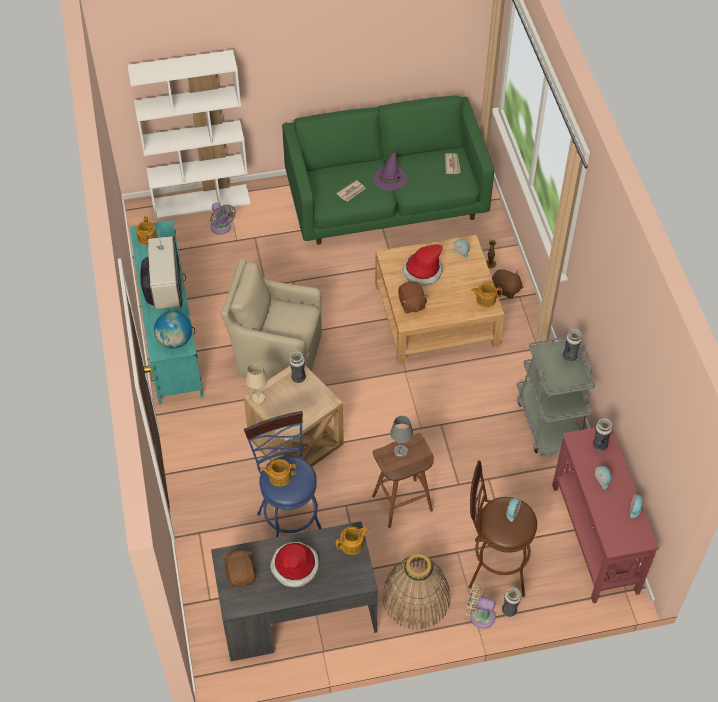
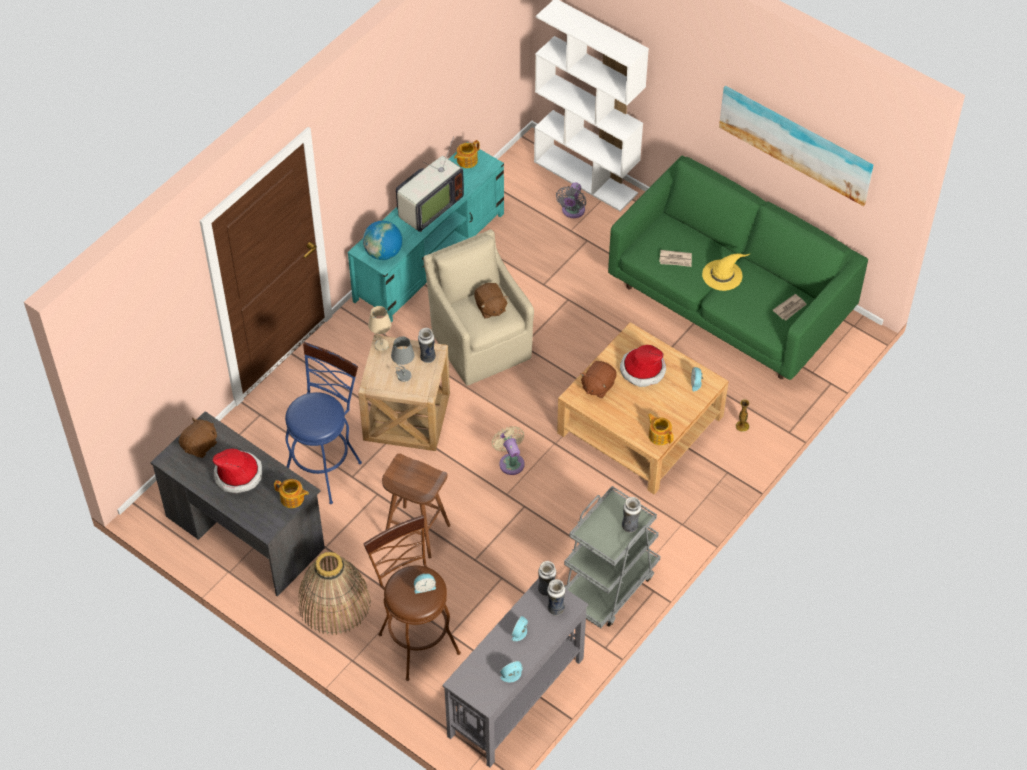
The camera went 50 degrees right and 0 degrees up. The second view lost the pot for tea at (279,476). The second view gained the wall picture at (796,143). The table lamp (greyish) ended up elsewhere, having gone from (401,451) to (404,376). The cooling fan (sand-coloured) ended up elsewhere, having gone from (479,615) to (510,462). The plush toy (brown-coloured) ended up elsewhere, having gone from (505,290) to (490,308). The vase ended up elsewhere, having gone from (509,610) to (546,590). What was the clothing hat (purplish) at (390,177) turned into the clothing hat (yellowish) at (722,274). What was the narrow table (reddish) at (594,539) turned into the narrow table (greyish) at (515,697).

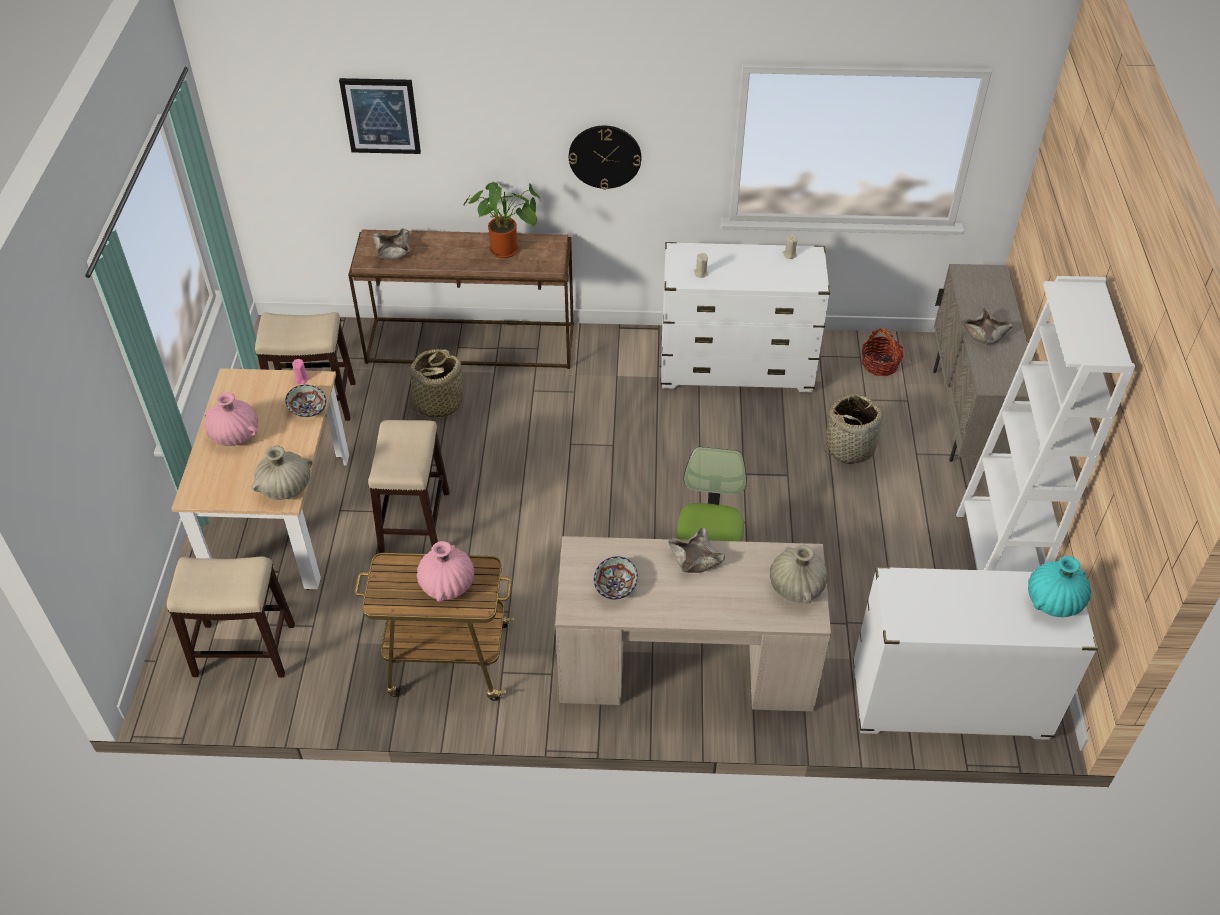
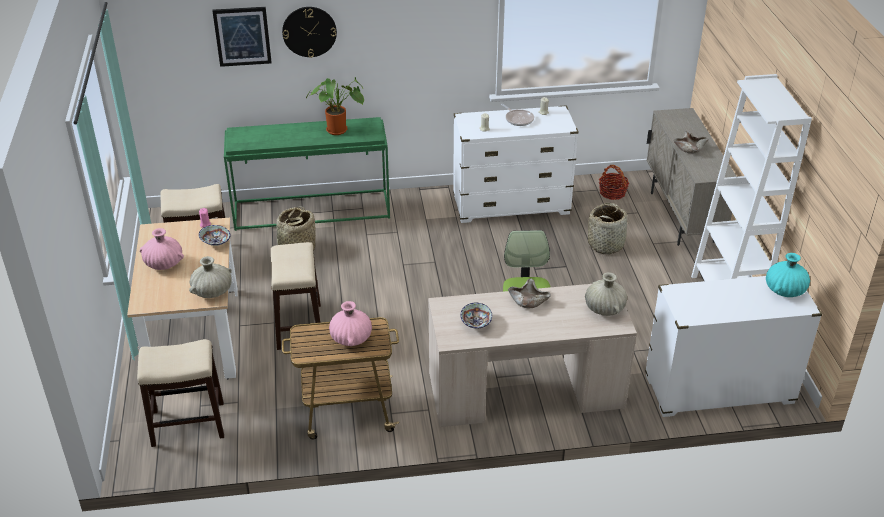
The camera went 10 degrees left and 10 degrees down. The second view lost the bowl (sand-coloured) at (394,251). The second view gained the pan at (518,119). The hanging clock ended up elsewhere, having gone from (605,156) to (309,31). What was the narrow table (brown-coloured) at (472,343) turned into the narrow table (green) at (312,209).

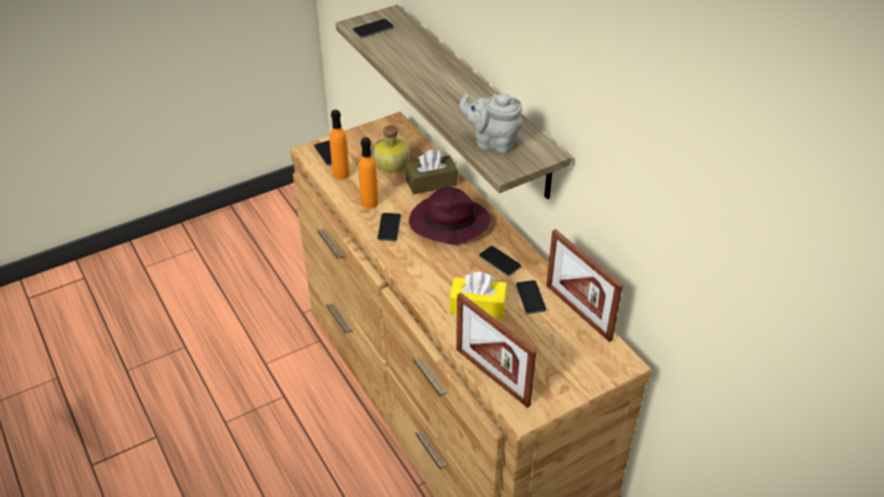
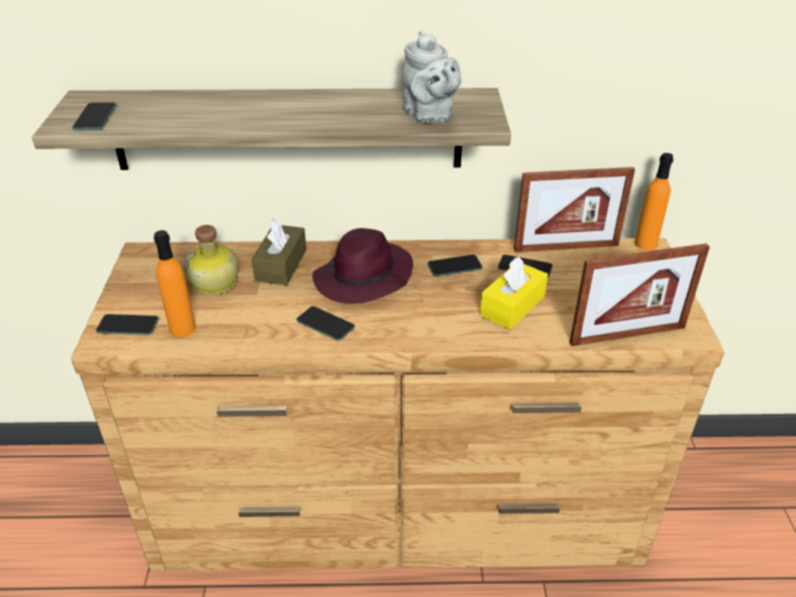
The camera went 60 degrees left and 5 degrees down. The drink bottle (orangey) ended up elsewhere, having gone from (369,202) to (645,244). The pot for tea (greyish) at (492,142) ended up facing another way, 75 degrees counterclockwise from before.

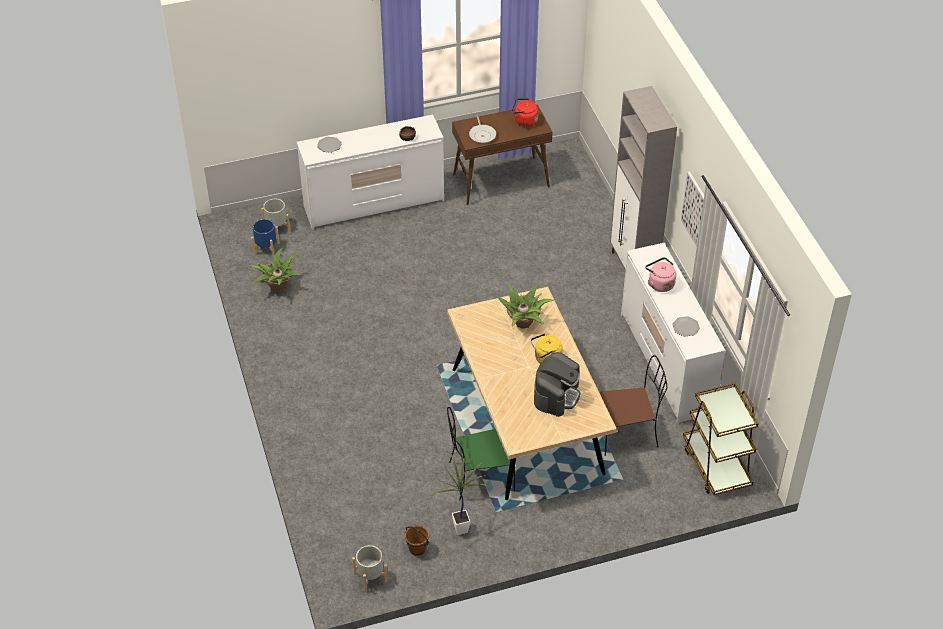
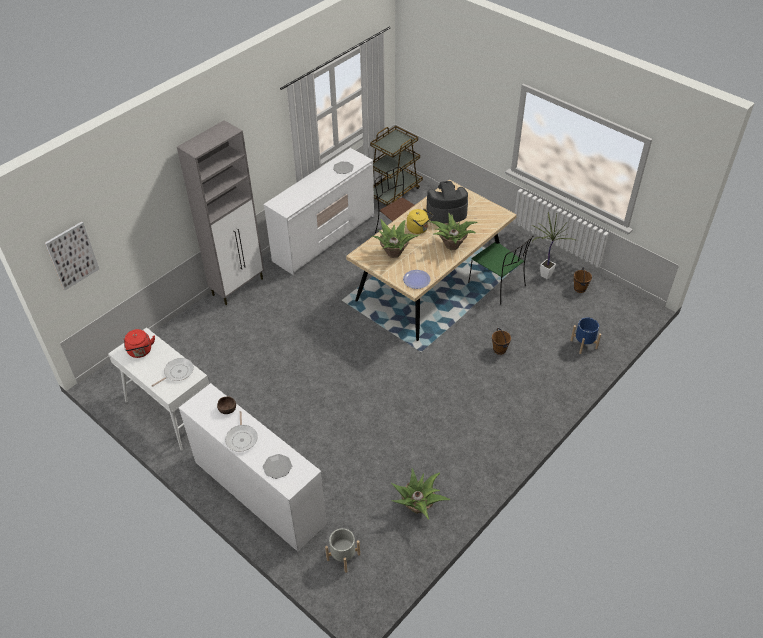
The camera went 120 degrees left and 0 degrees up. The second view lost the planter (greyish) at (371,577). The second view lost the tea kettle (pink-coloured) at (659,283). The second view gained the pan at (242,438). The second view gained the dinner plate at (416,280). The second view gained the potted plant at (451,245). The second view gained the bucket (brown-coloured) at (500,350). The planter (blue-coloured) ended up elsewhere, having gone from (266,248) to (583,344). The wall picture ended up elsewhere, having gone from (694,210) to (72,255). What was the narrow table (brown-coloured) at (501,180) turned into the narrow table (white) at (171,411).

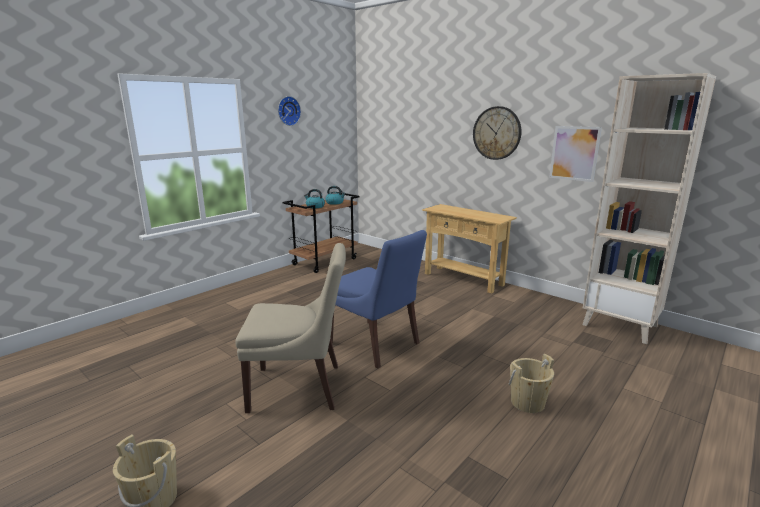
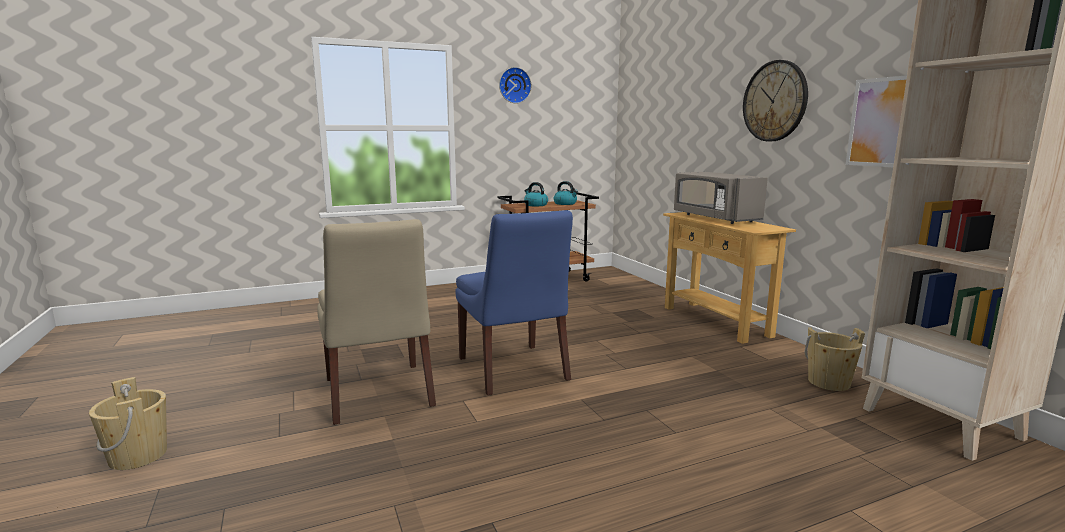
The camera went 25 degrees right and 5 degrees down. The second view gained the kitchen microwave (greyish) at (714,218). The bucket (sand-coloured) ended up elsewhere, having gone from (527,402) to (829,382). The chair (sand-coloured) at (299,388) ended up facing another way, 45 degrees clockwise from before.

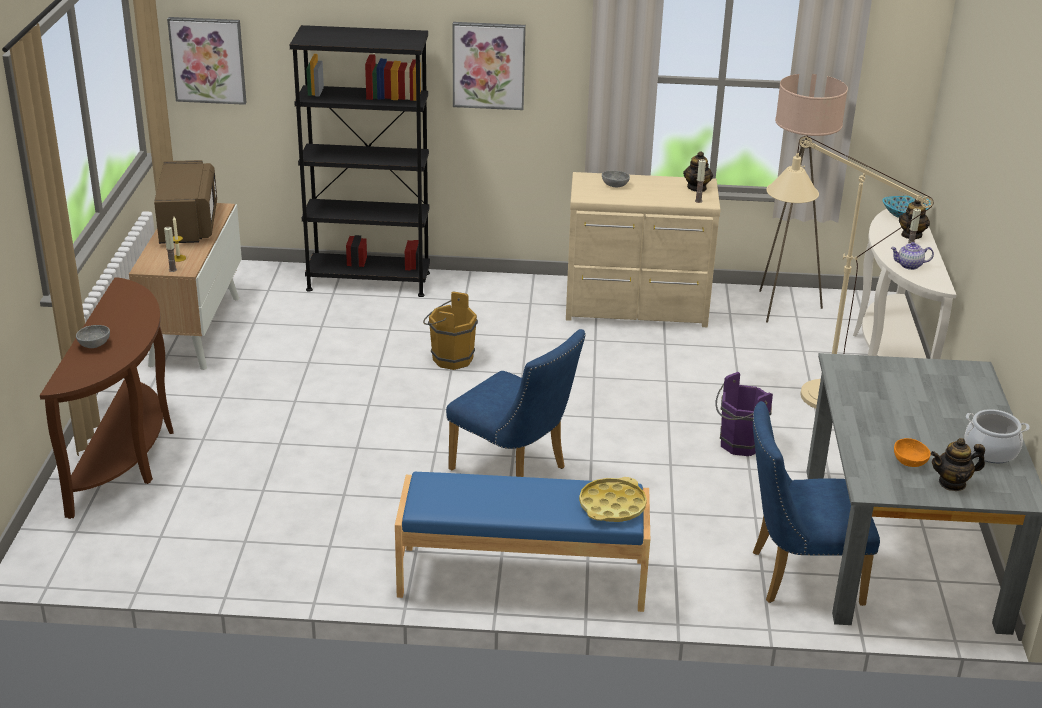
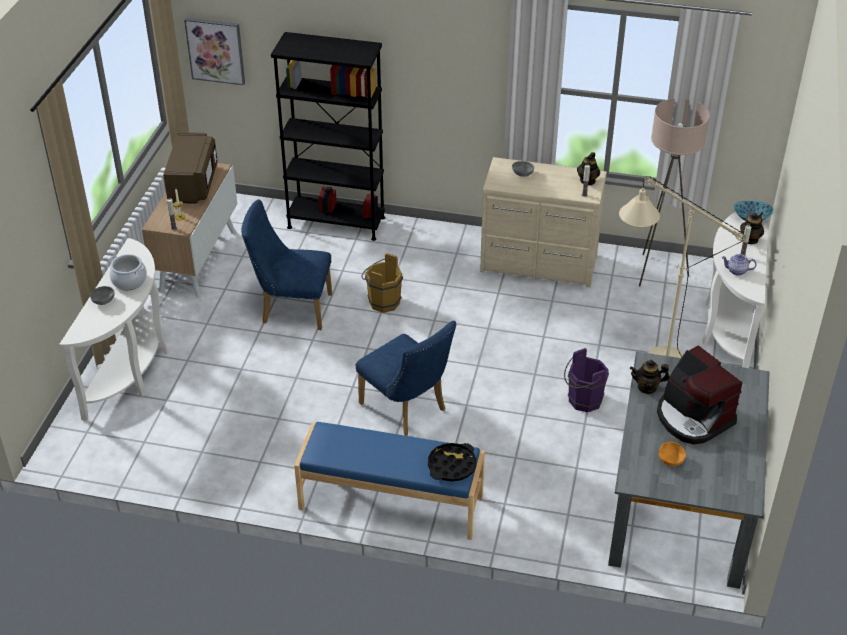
The camera went 10 degrees right and 10 degrees up. The second view lost the wall picture at (488,65). The second view gained the coffee maker at (693,418). The chair (blue-coloured) ended up elsewhere, having gone from (797,576) to (291,309). The pot for tea ended up elsewhere, having gone from (952,483) to (647,387). The stockpot ended up elsewhere, having gone from (990,451) to (129,281). What was the narrow table (brown-coloured) at (128,455) turned into the narrow table (white) at (132,370). What was the carrying tray (yellowish) at (612,506) turned into the carrying tray (black) at (451,466).

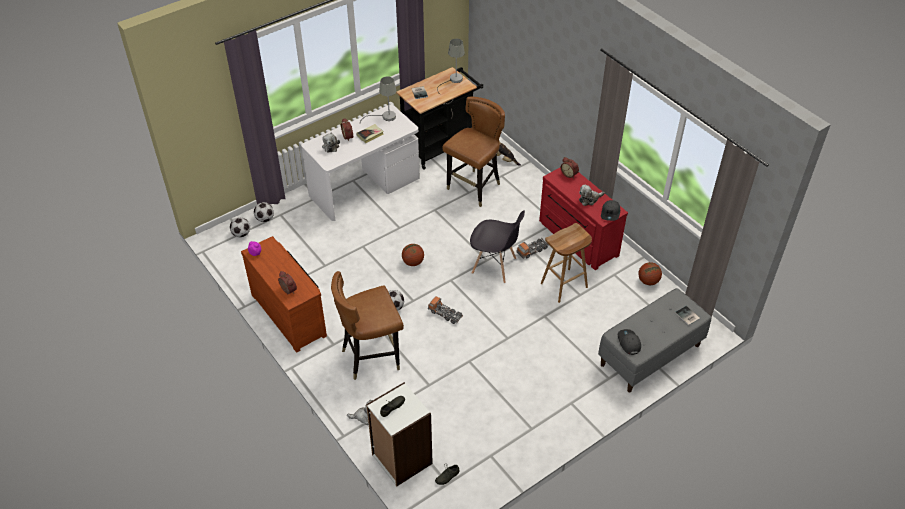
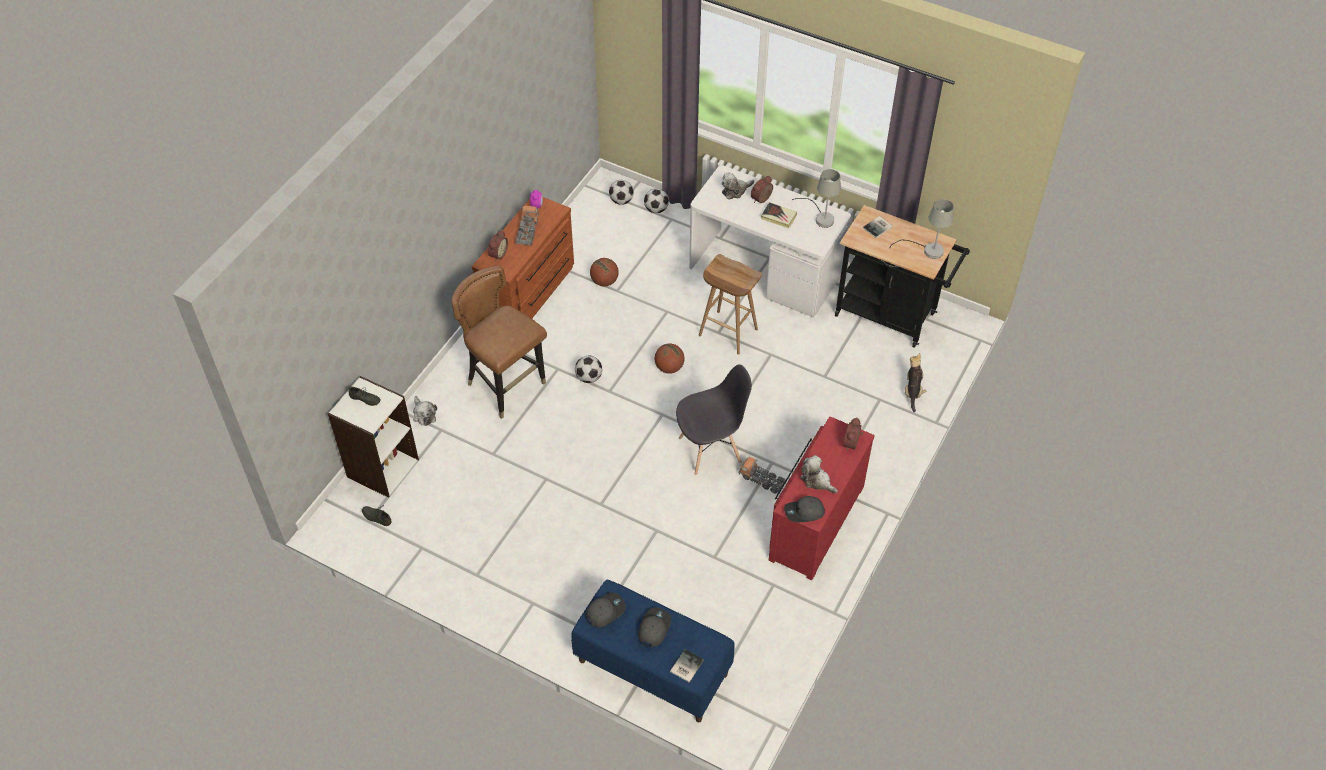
The camera went 65 degrees right and 5 degrees up. The second view lost the chair (brown-coloured) at (474,188). The second view gained the peaked cap (greyish) at (653,628). The model truck ended up elsewhere, having gone from (445,314) to (527,231). The sitting stool (brown-coloured) ended up elsewhere, having gone from (564,286) to (727,332). The ball for basketball ended up elsewhere, having gone from (648,281) to (604,281). What was the bench (greyish) at (650,355) turned into the bench (blue-coloured) at (652,668). The chair (greyish) at (494,266) ended up facing another way, 105 degrees counterclockwise from before.

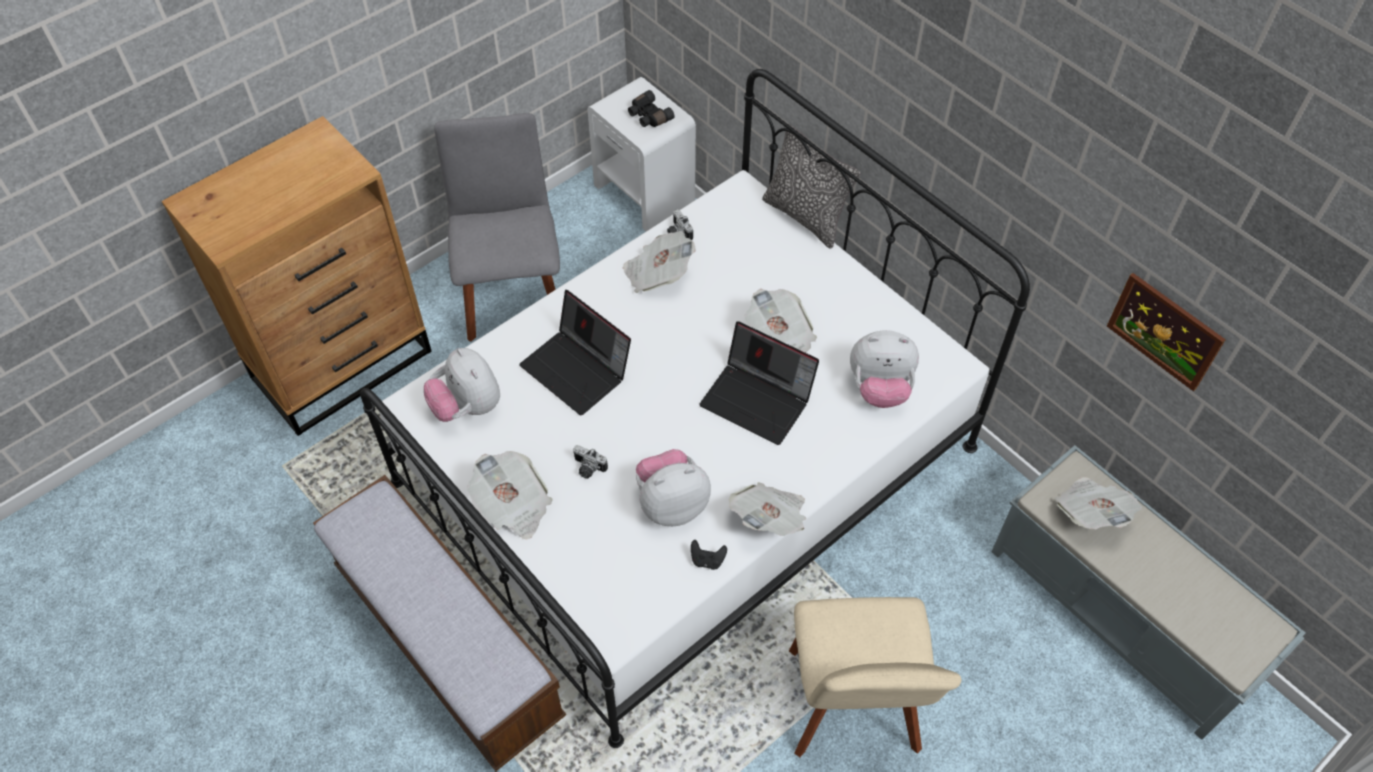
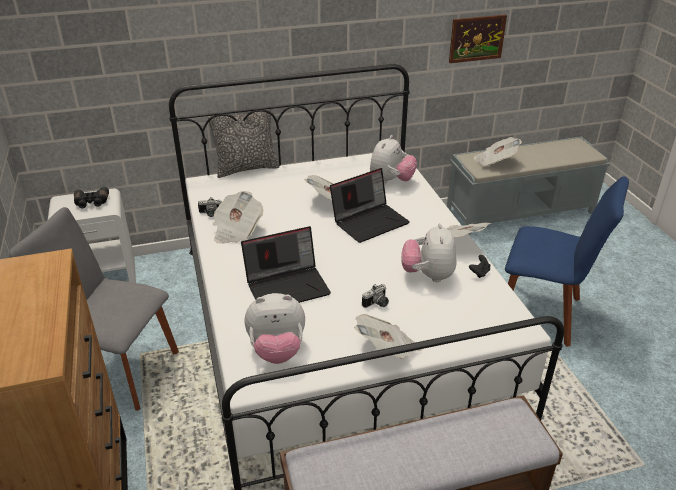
The camera went 65 degrees left and 20 degrees down. What was the chair (sand-coloured) at (853,707) turned into the chair (blue-coloured) at (544,313).

